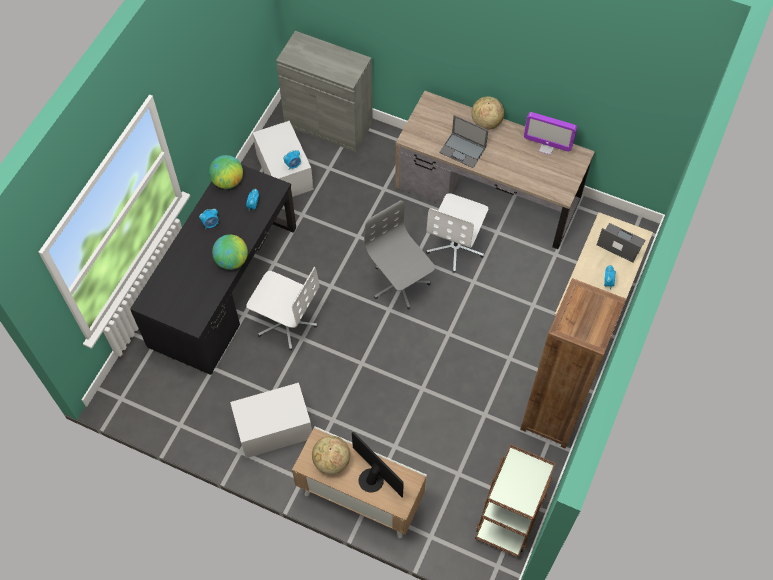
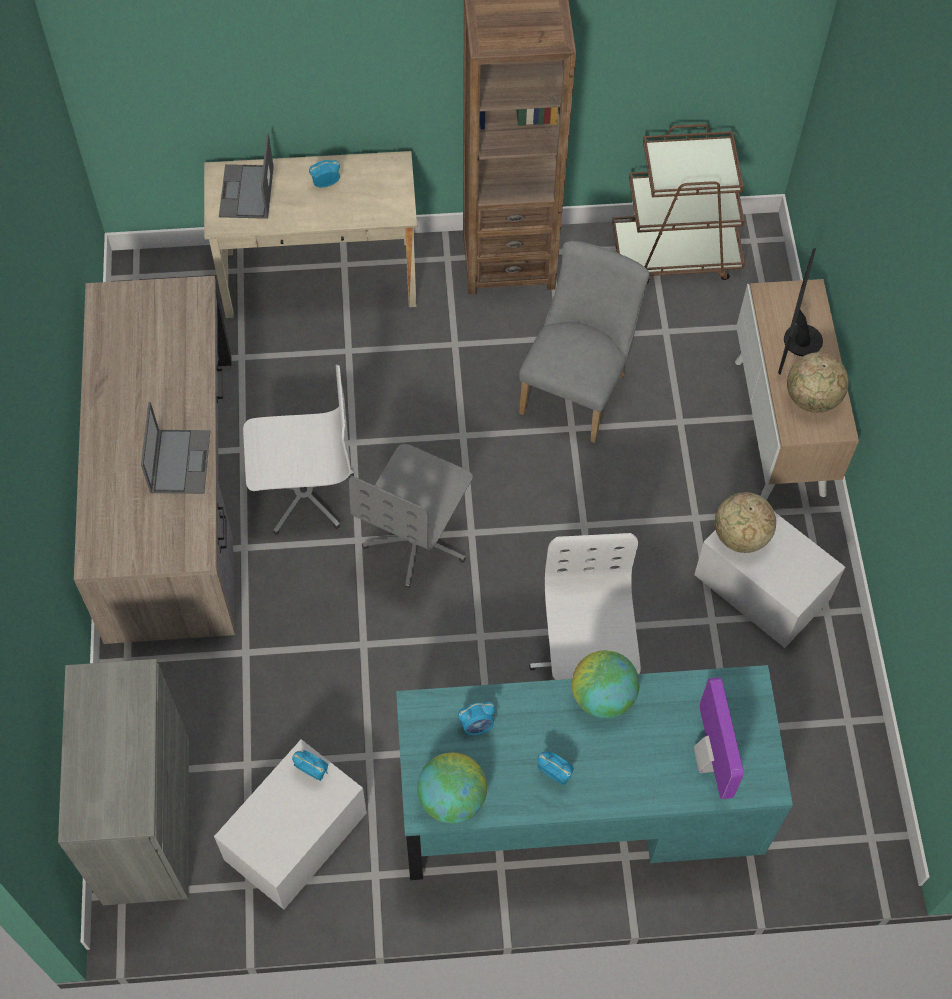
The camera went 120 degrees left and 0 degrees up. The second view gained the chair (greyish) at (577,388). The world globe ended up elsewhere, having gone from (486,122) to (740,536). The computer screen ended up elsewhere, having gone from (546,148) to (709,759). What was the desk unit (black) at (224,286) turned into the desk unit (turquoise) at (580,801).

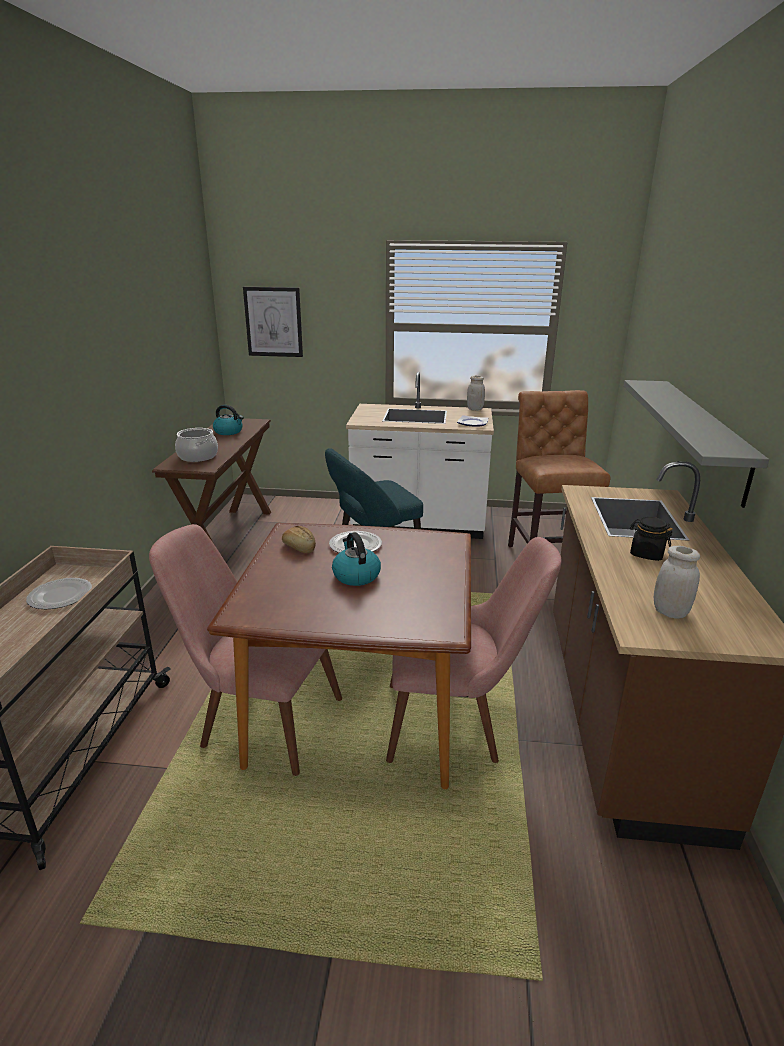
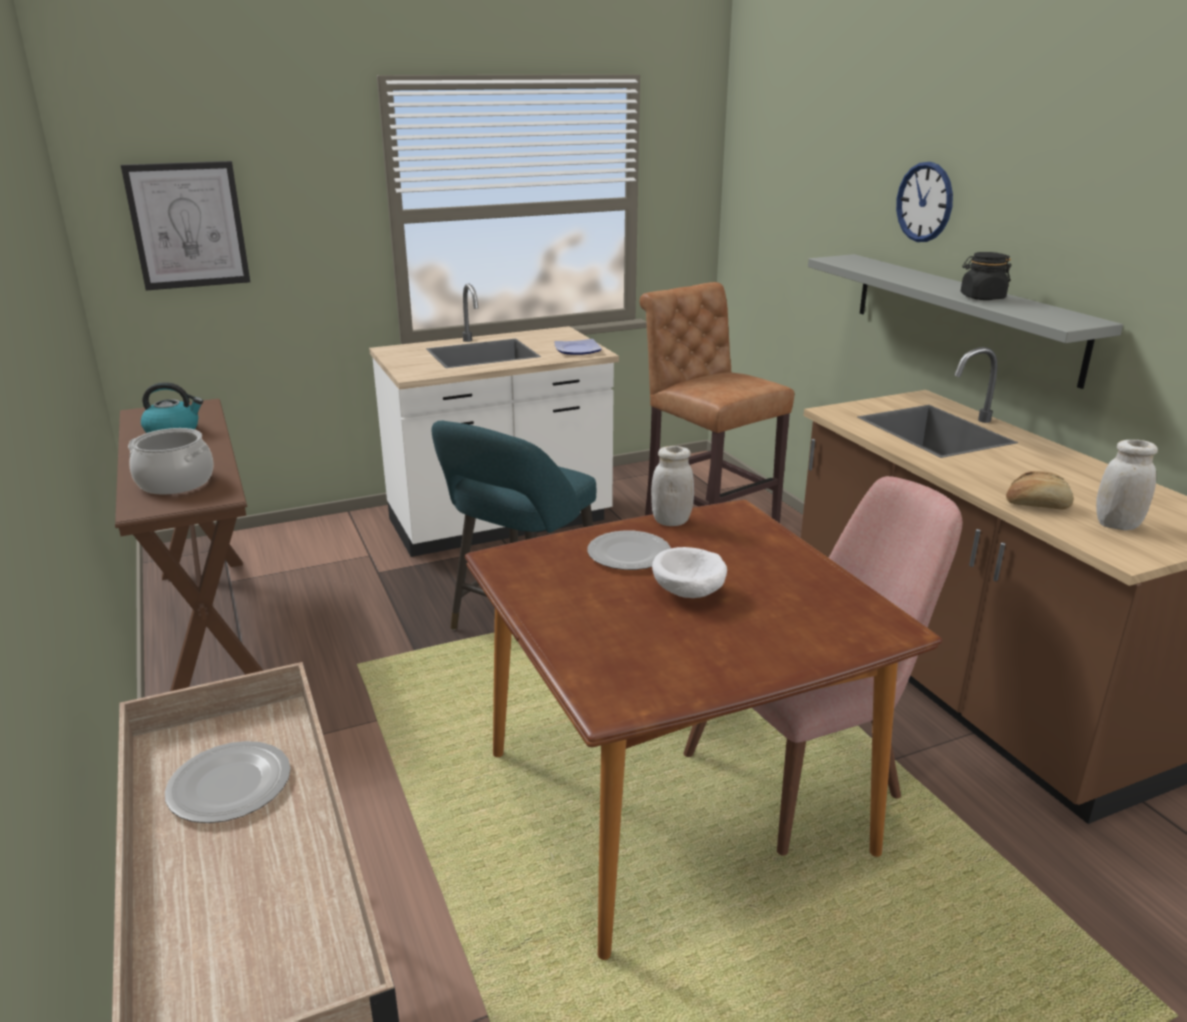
The camera went 30 degrees left and 0 degrees up. The second view lost the chair (pink-coloured) at (256,719). The second view gained the hanging clock at (924,202). The bread ended up elsewhere, having gone from (299,547) to (1037,505). The jar (white) ended up elsewhere, having gone from (475,409) to (671,521). The jar (black) ended up elsewhere, having gone from (646,554) to (982,297). Where the tea kettle stood at (355,575), the bowl (white) came to stand at (688,594).

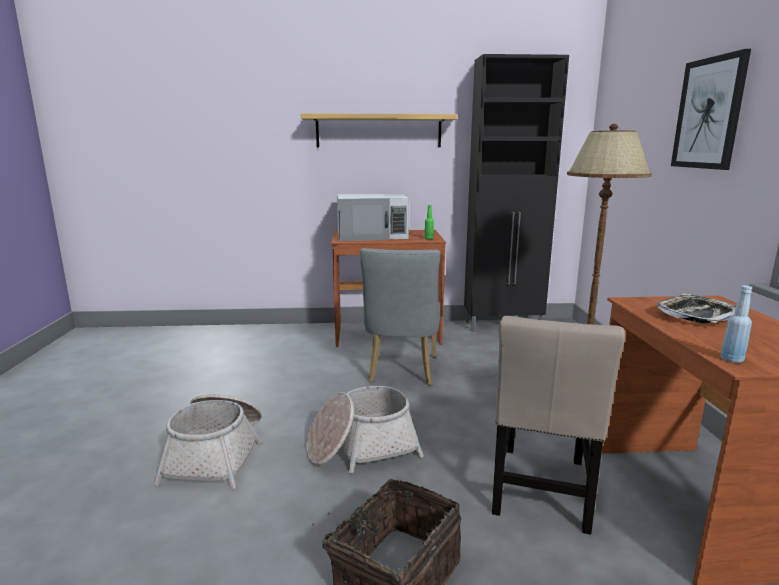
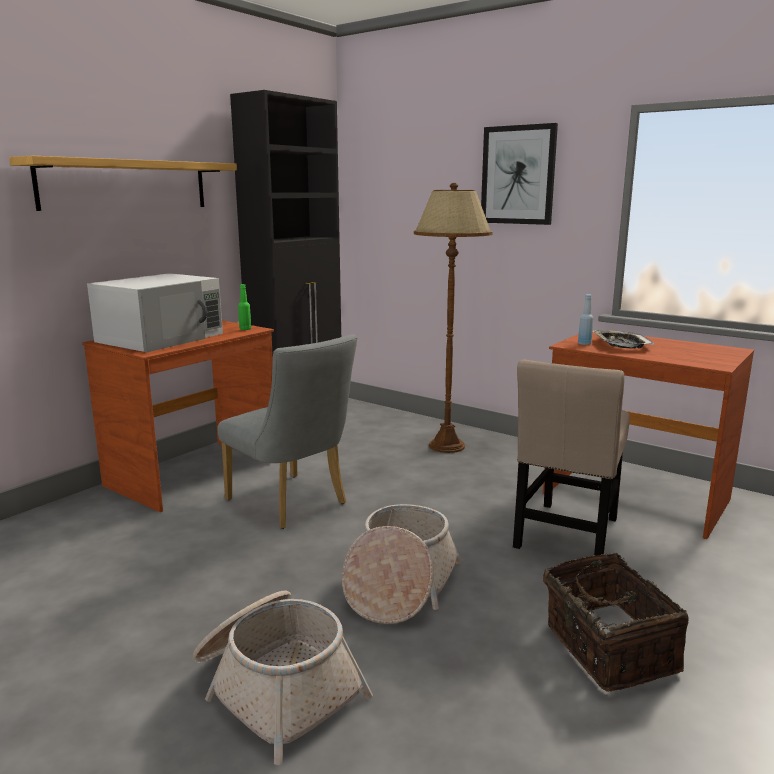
The camera went 50 degrees left and 0 degrees up. The drink bottle (blue-coloured) ended up elsewhere, having gone from (731,359) to (584,344). The chair (sand-coloured) at (541,491) ended up facing another way, 60 degrees clockwise from before.

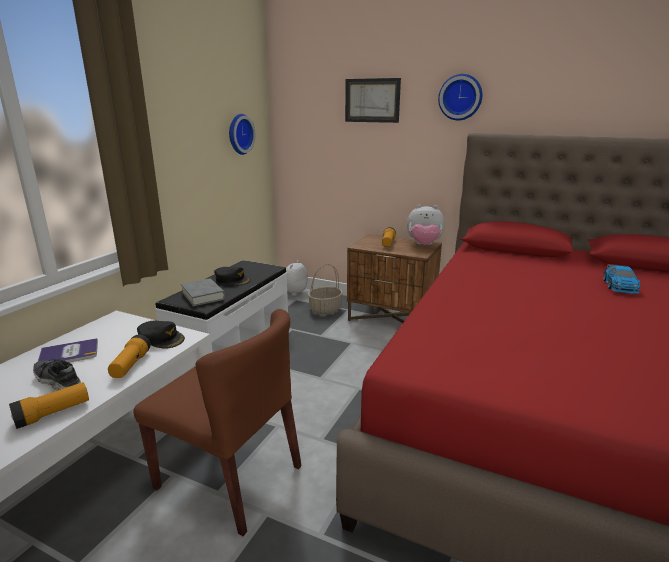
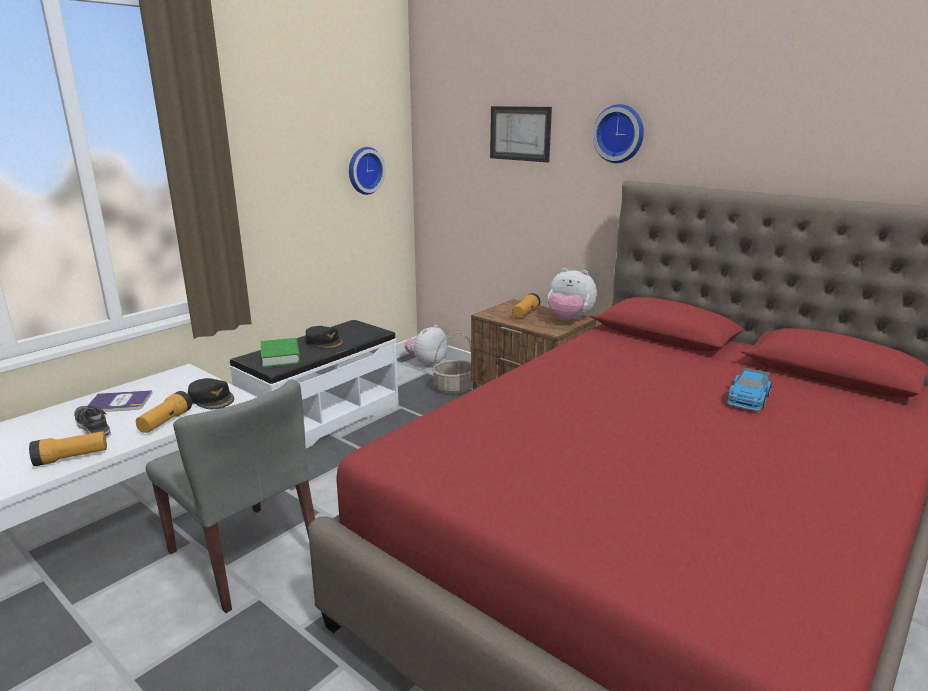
The camera went 15 degrees right and 0 degrees up. What was the chair (brown-coloured) at (230,477) turned into the chair (greyish) at (245,555). What was the volume (greyish) at (203,296) turned into the volume (green) at (280,357).

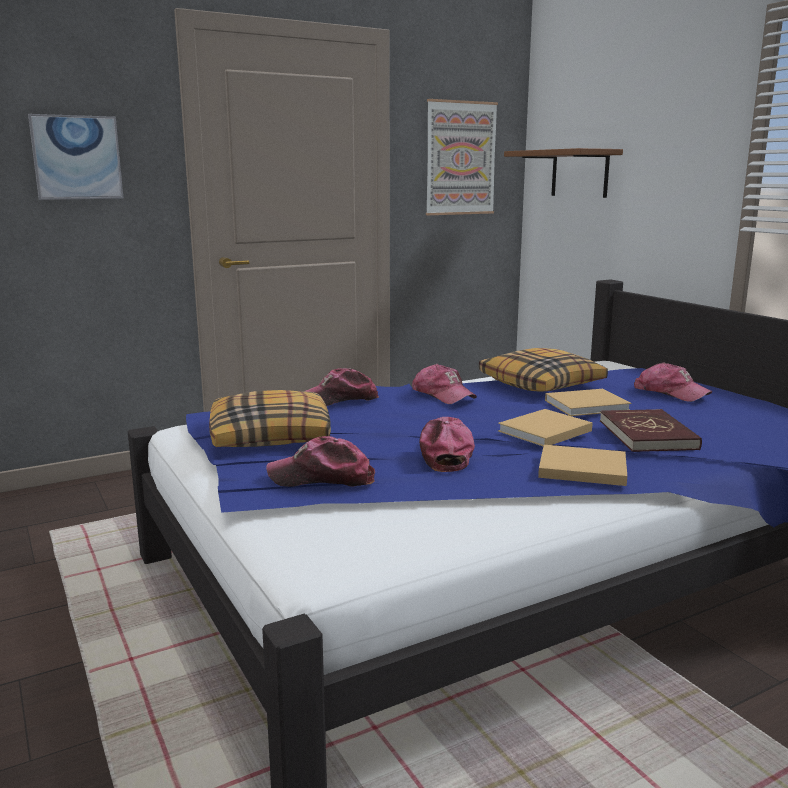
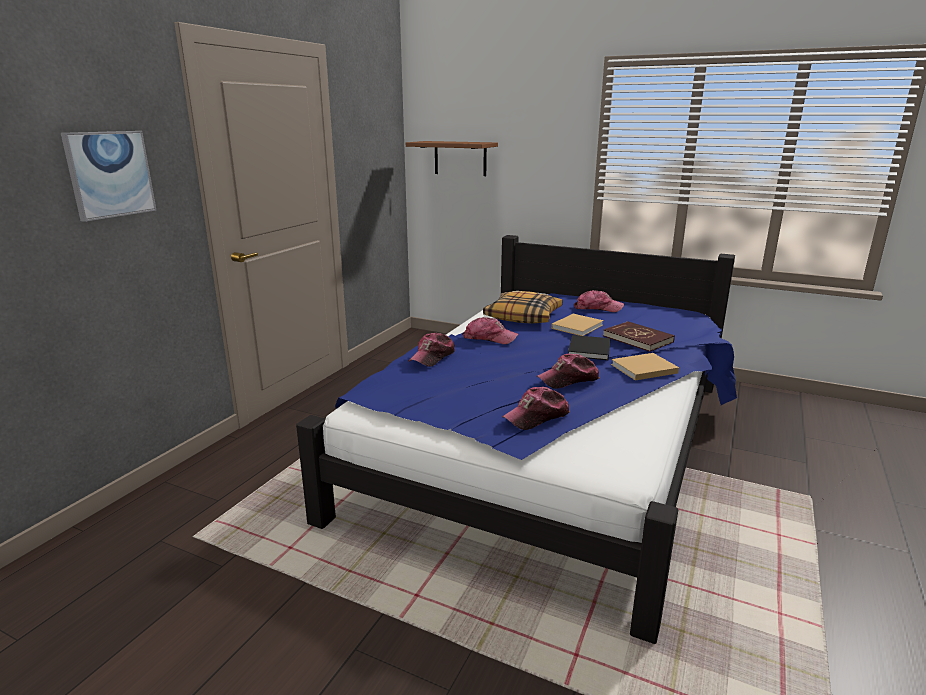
The camera went 35 degrees left and 5 degrees up. The second view lost the pillow at (271,436). The second view lost the wall picture at (460,158). What was the volume (sand-coloured) at (543,431) turned into the volume (black) at (589,350). The peaked cap at (444,454) ended up facing another way, 75 degrees counterclockwise from before.

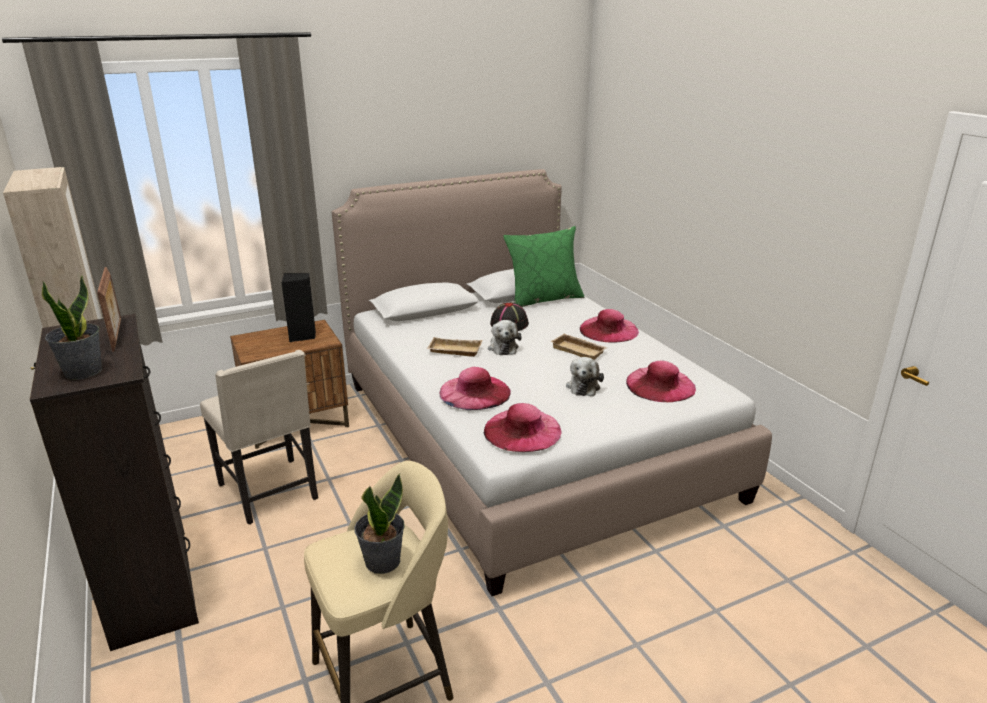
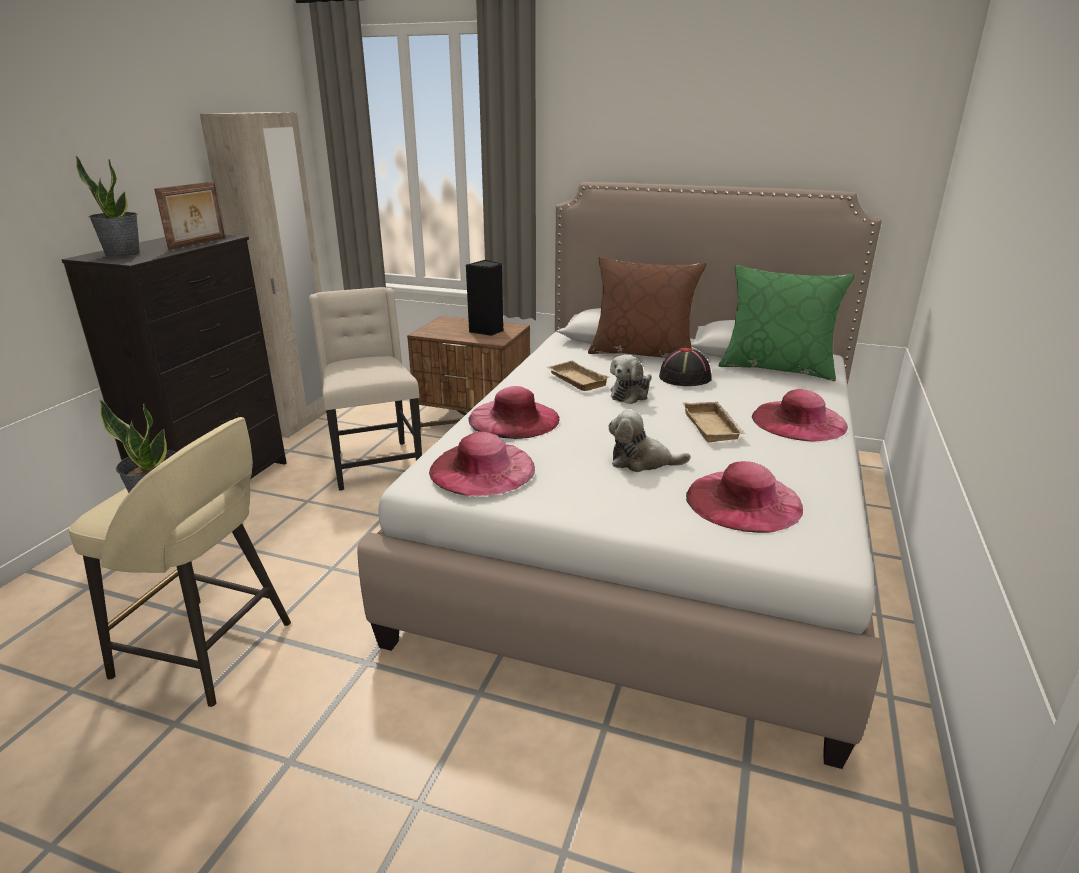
The camera went 45 degrees right and 0 degrees up. The second view gained the pillow (brown-coloured) at (642,353). The chair (sand-coloured) at (270,492) ended up facing another way, 150 degrees clockwise from before. The plush toy at (583,386) ended up facing another way, 45 degrees clockwise from before.

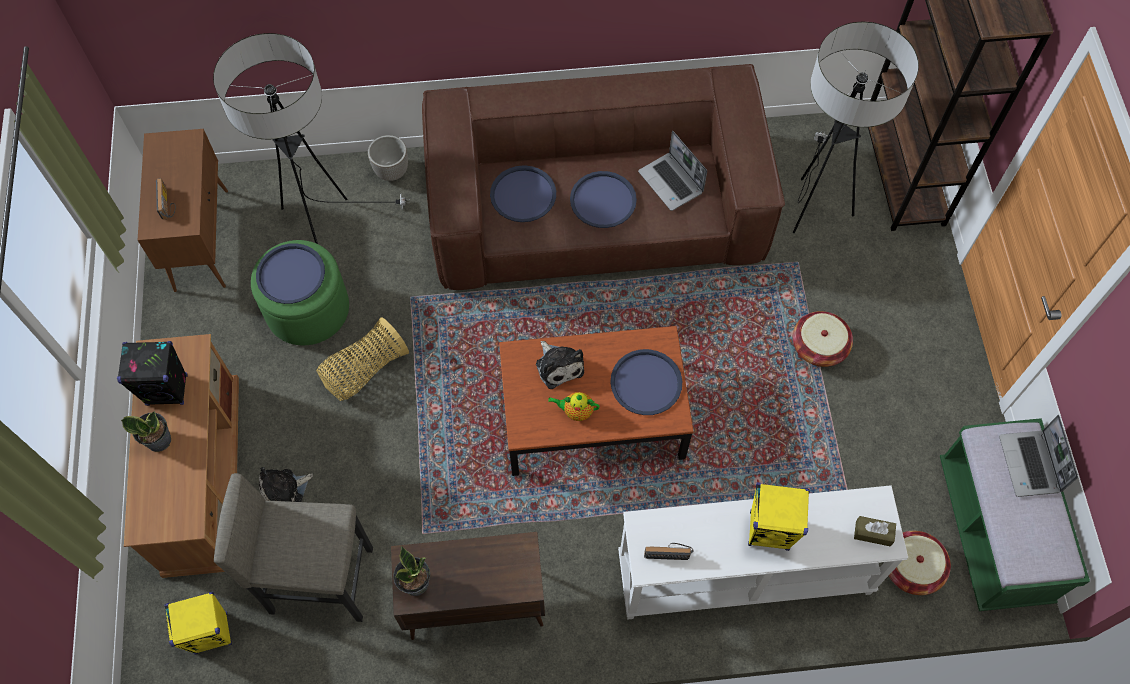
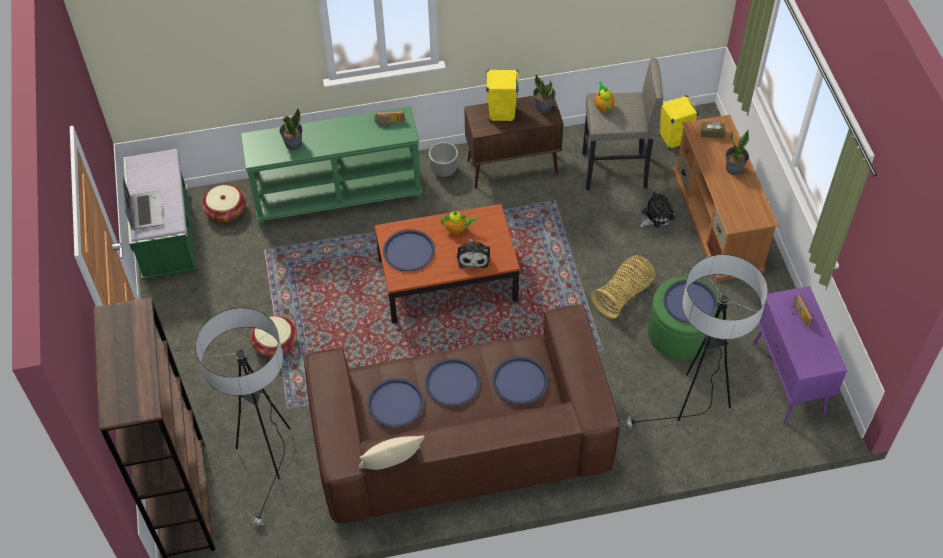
The camera went 175 degrees right and 10 degrees down. The second view lost the audio speaker (black) at (167,390). The second view gained the potted plant at (293,143). The second view gained the pillow (sand-coloured) at (392,465). The second view gained the pot for tea at (603,106). The planter ended up elsewhere, having gone from (392,171) to (443,171). The audio speaker (yellowish) ended up elsewhere, having gone from (769,531) to (501,114). The tissue holder (brown-coloured) ended up elsewhere, having gone from (873,533) to (712,133). Where the portable computer stood at (671,182), the carrying tray (blue-coloured) came to stand at (395,403). What was the cabinet (brown-coloured) at (201,239) turned into the cabinet (purplish) at (788,380). What was the narrow table (white) at (743,576) turned into the narrow table (green) at (338,197). The plush toy at (558,365) ended up facing another way, 150 degrees counterclockwise from before.

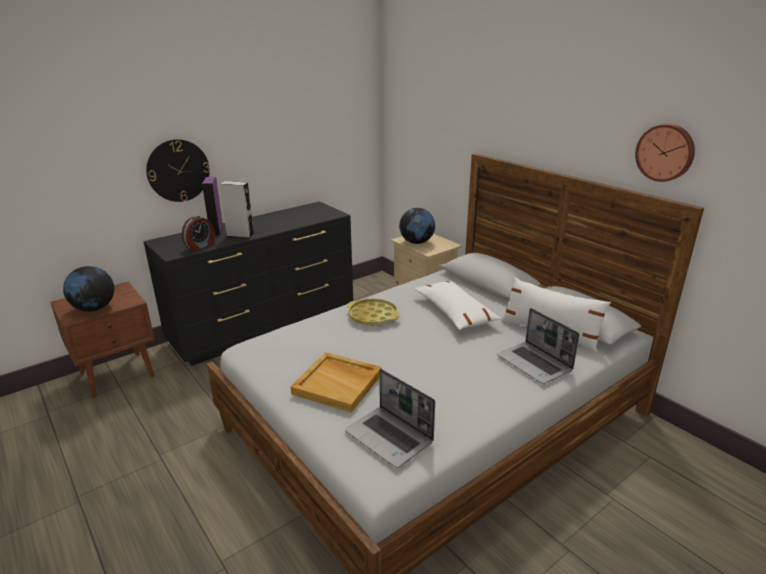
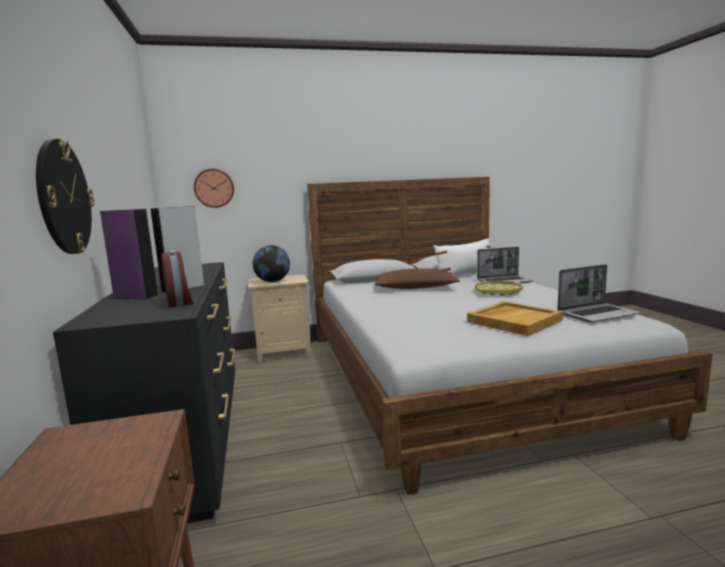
The camera went 65 degrees left and 15 degrees down. The second view lost the world globe at (94,308). The carrying tray (yellowish) ended up elsewhere, having gone from (372,316) to (498,292). The hanging clock ended up elsewhere, having gone from (665,152) to (214,188). What was the pillow (white) at (454,312) turned into the pillow (brown-coloured) at (415,288).

